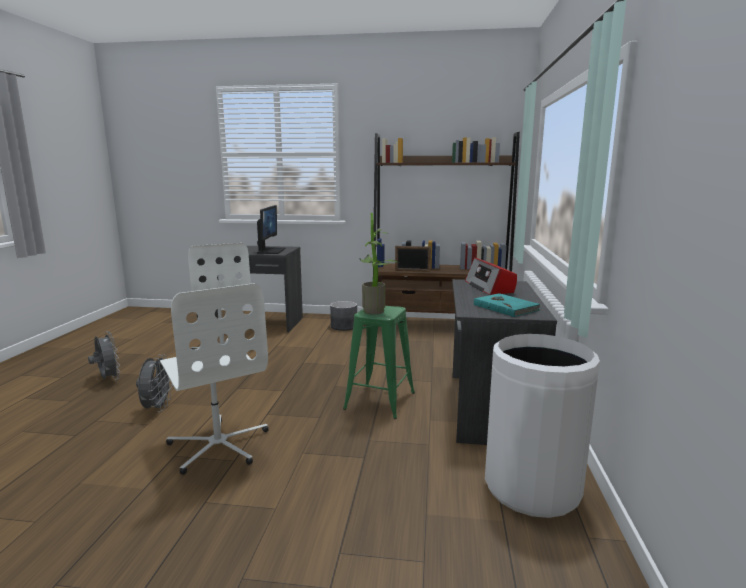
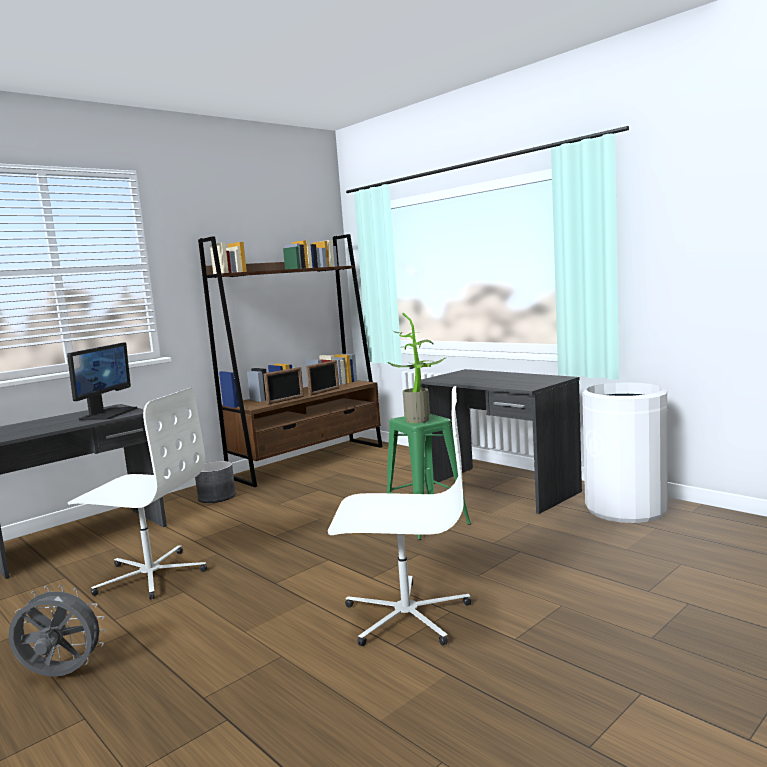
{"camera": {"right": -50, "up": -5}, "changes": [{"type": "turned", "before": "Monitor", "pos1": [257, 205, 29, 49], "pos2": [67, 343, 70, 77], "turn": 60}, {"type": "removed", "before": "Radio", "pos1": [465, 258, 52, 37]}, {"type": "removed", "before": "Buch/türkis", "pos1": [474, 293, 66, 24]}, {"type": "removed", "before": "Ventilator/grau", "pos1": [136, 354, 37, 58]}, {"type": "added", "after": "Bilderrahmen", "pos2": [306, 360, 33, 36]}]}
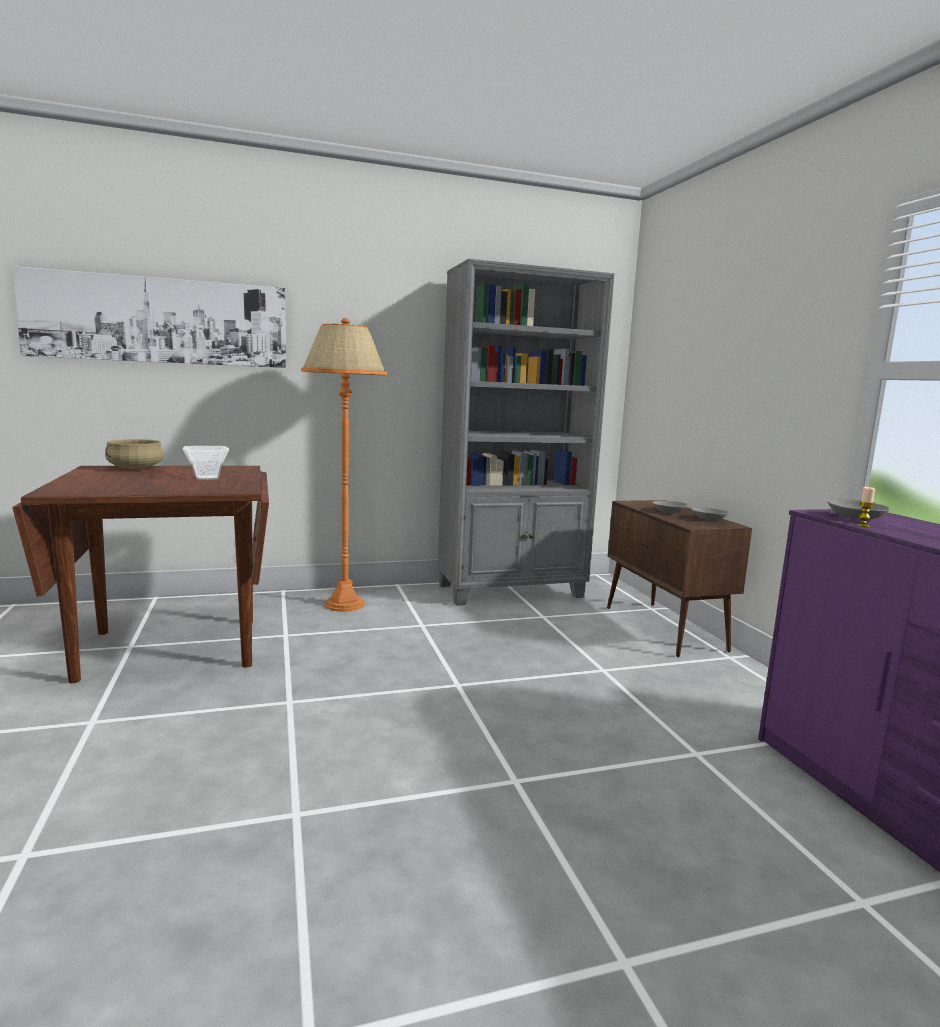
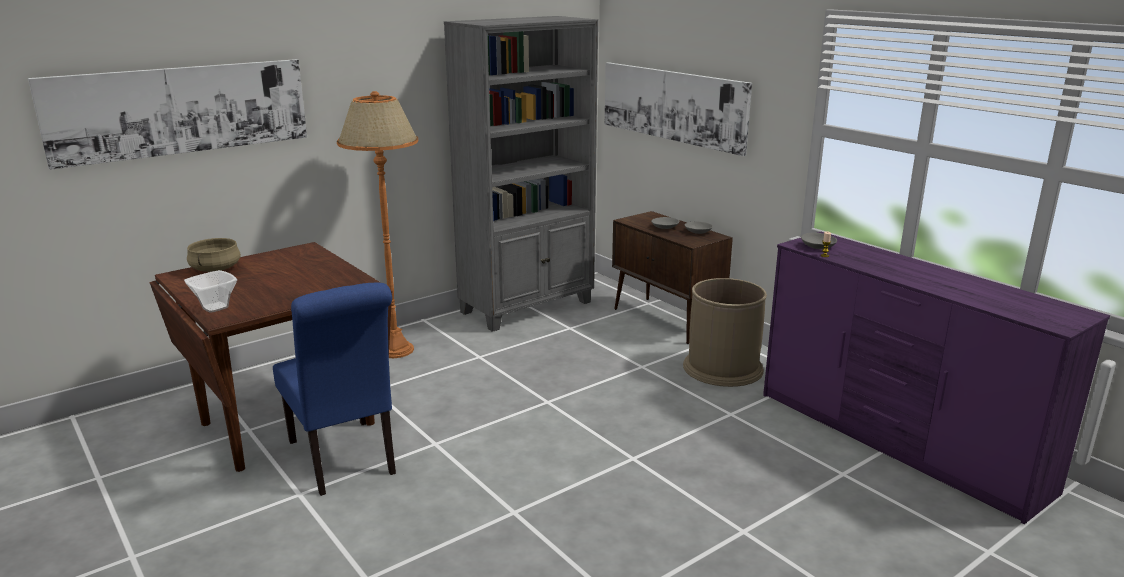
{"camera": {"right": -20, "up": 10}, "changes": [{"type": "moved", "before": "Schüssel", "pos1": [183, 446, 46, 34], "pos2": [184, 270, 53, 43]}, {"type": "added", "after": "Bild", "pos2": [605, 62, 147, 94]}, {"type": "added", "after": "Mülleimer/braun", "pos2": [683, 278, 84, 109]}, {"type": "added", "after": "Stuhl/blau", "pos2": [273, 283, 123, 213]}]}
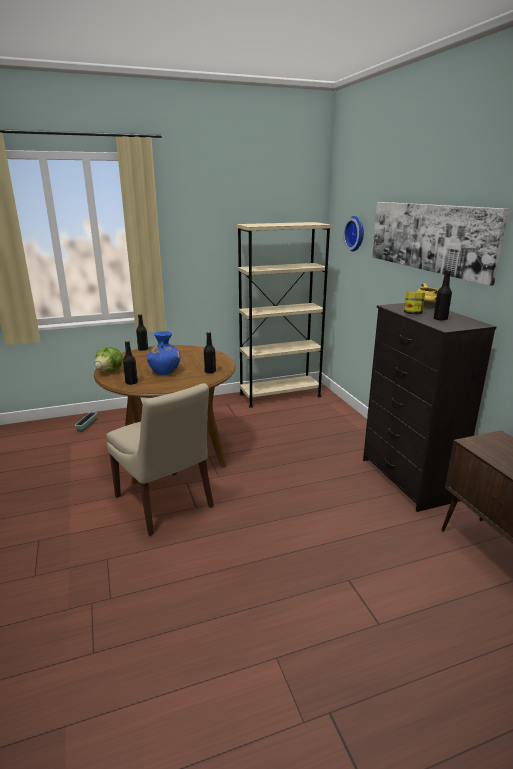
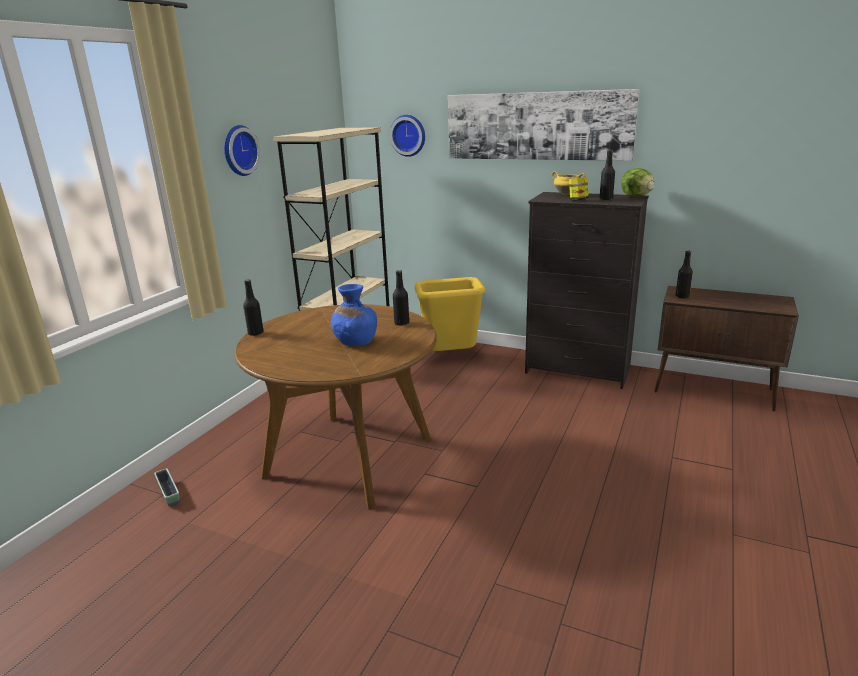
{"camera": {"right": -45, "up": 0}, "changes": [{"type": "moved", "before": "Flasche/schwarz", "pos1": [123, 341, 15, 44], "pos2": [676, 250, 17, 48]}, {"type": "moved", "before": "Salatkopf", "pos1": [95, 347, 28, 25], "pos2": [621, 168, 33, 29]}, {"type": "removed", "before": "Stuhl/beige", "pos1": [106, 383, 108, 153]}, {"type": "added", "after": "Wanduhr", "pos2": [224, 125, 36, 51]}, {"type": "added", "after": "Mülleimer/gelb", "pos2": [415, 277, 70, 74]}]}
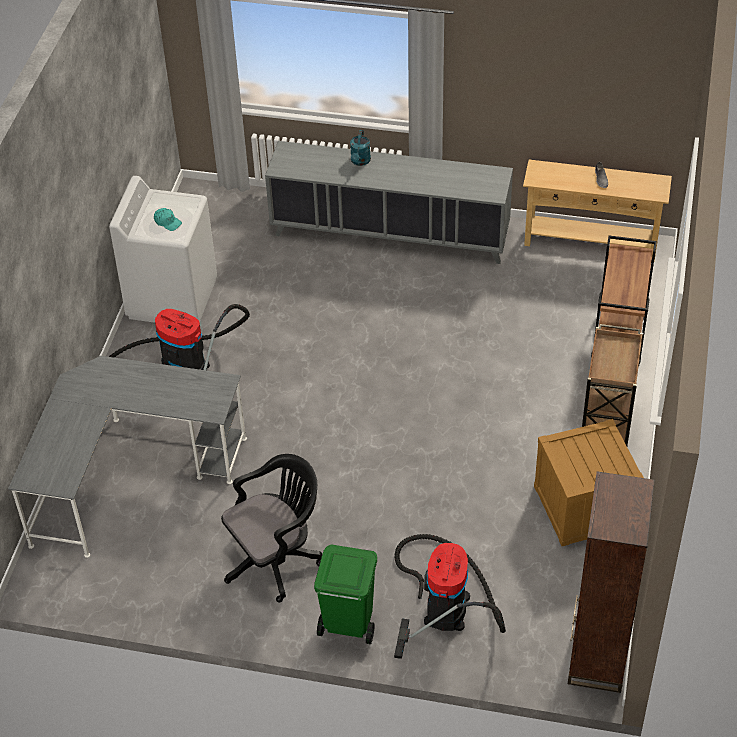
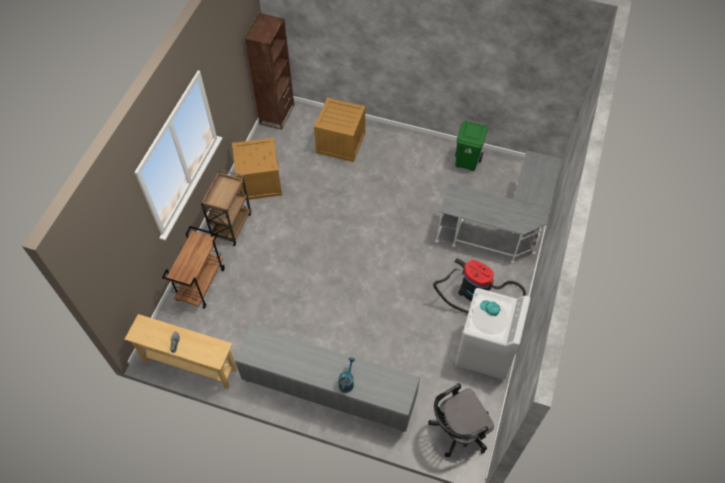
{"camera": {"right": -175, "up": 10}, "changes": [{"type": "moved", "before": "Bürostuhl/schwarz", "pos1": [221, 454, 101, 149], "pos2": [428, 383, 66, 74]}, {"type": "replaced", "before": "Staubsauger", "after": "Kiste", "pos1": [394, 534, 112, 125], "pos2": [314, 97, 52, 65]}, {"type": "moved", "before": "Mülleimer/grün", "pos1": [314, 545, 63, 99], "pos2": [455, 120, 33, 51]}]}
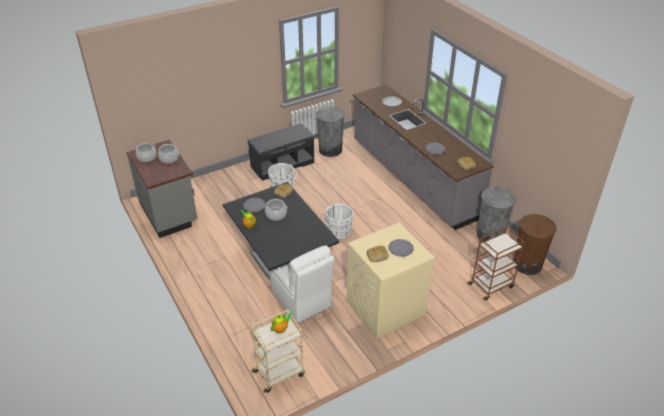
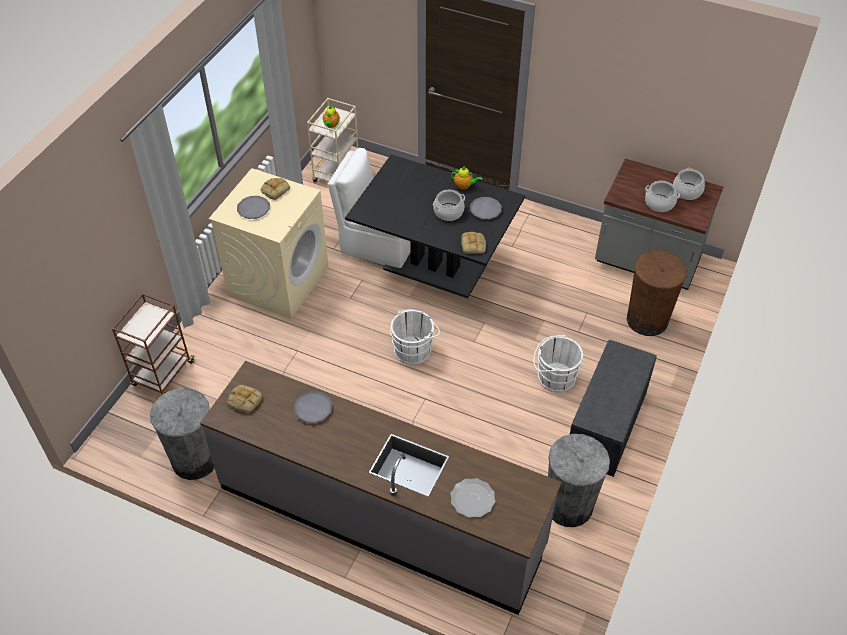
{"camera": {"right": 145, "up": 10}, "changes": [{"type": "moved", "before": "Mülleimer/braun", "pos1": [513, 214, 44, 61], "pos2": [627, 250, 60, 86]}]}
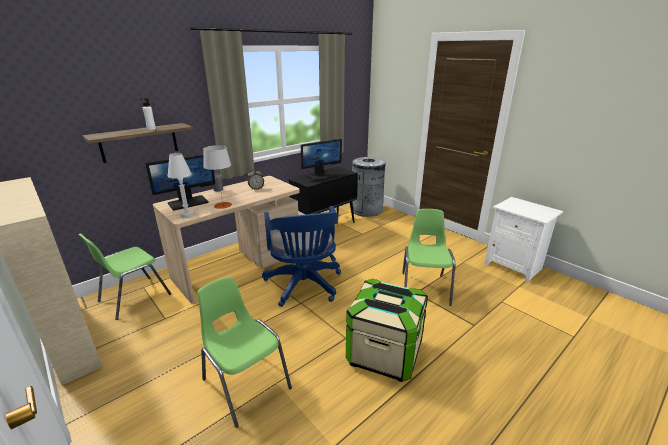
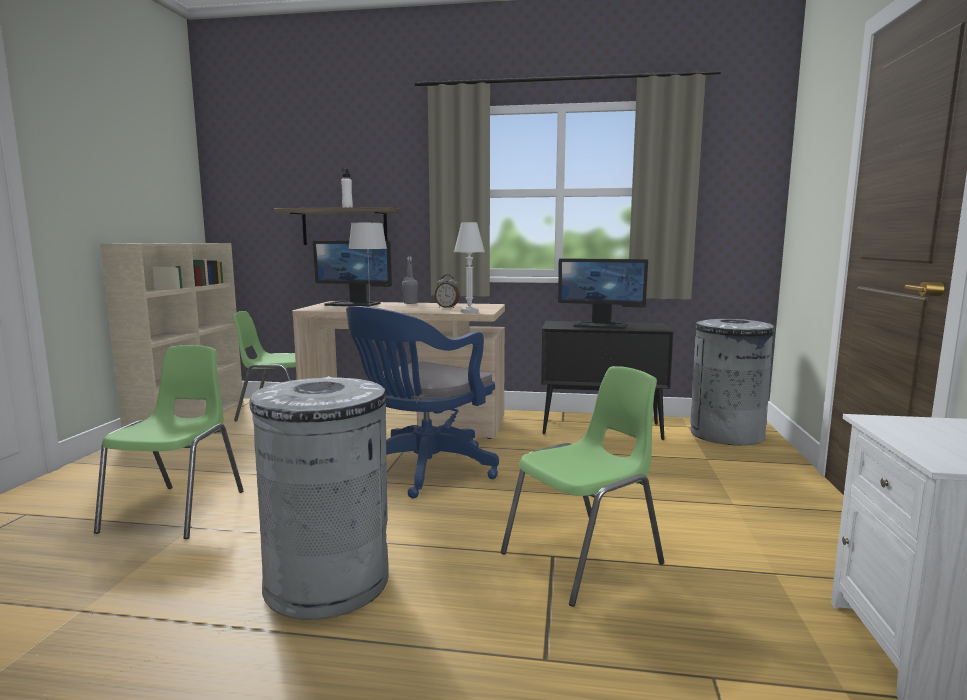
{"camera": {"right": 50, "up": -15}, "changes": [{"type": "moved", "before": "Tischlampe/weiß", "pos1": [167, 153, 27, 64], "pos2": [454, 222, 31, 91]}, {"type": "replaced", "before": "Aufbewahrungsbox", "after": "Mülleimer/grau", "pos1": [346, 279, 82, 103], "pos2": [249, 376, 140, 244]}]}
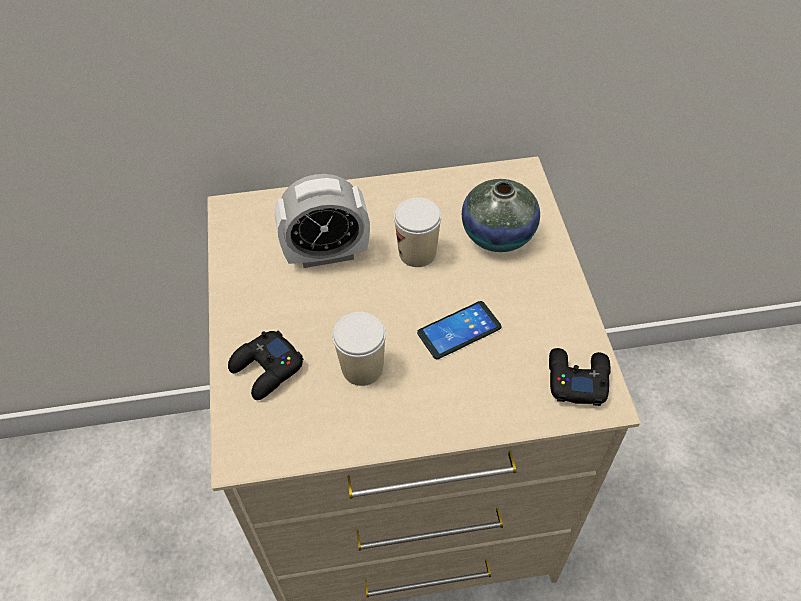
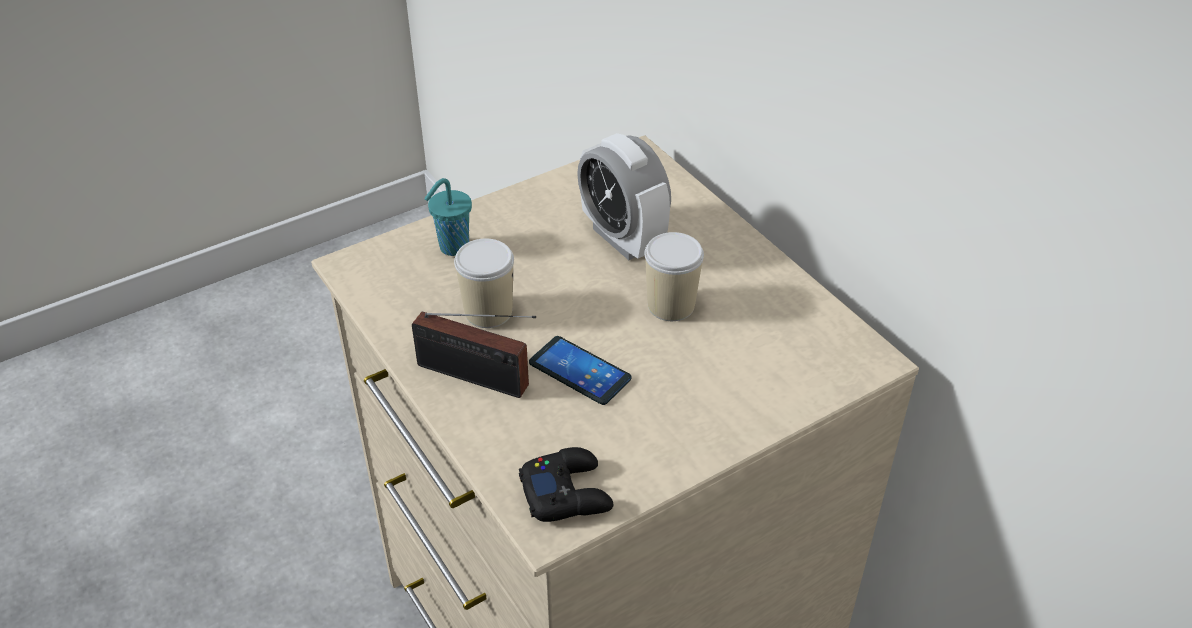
{"camera": {"right": 65, "up": -10}, "changes": [{"type": "removed", "before": "Vase", "pos1": [462, 179, 78, 73]}, {"type": "replaced", "before": "Gamepad/schwarz", "after": "Tasse/türkis", "pos1": [228, 330, 75, 70], "pos2": [424, 178, 48, 78]}, {"type": "added", "after": "Radio", "pos2": [412, 312, 124, 86]}]}
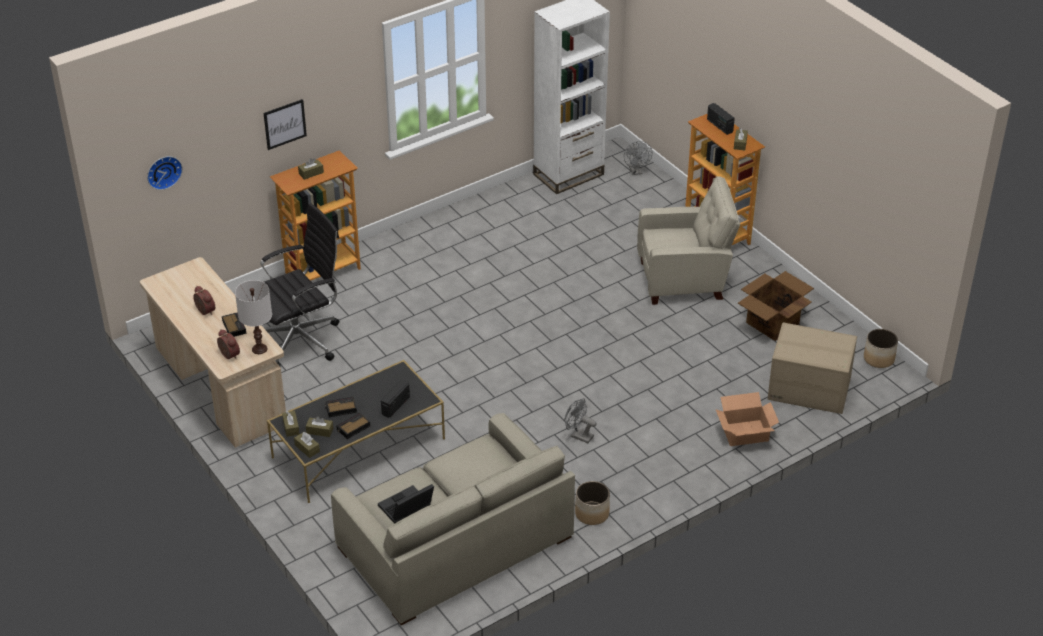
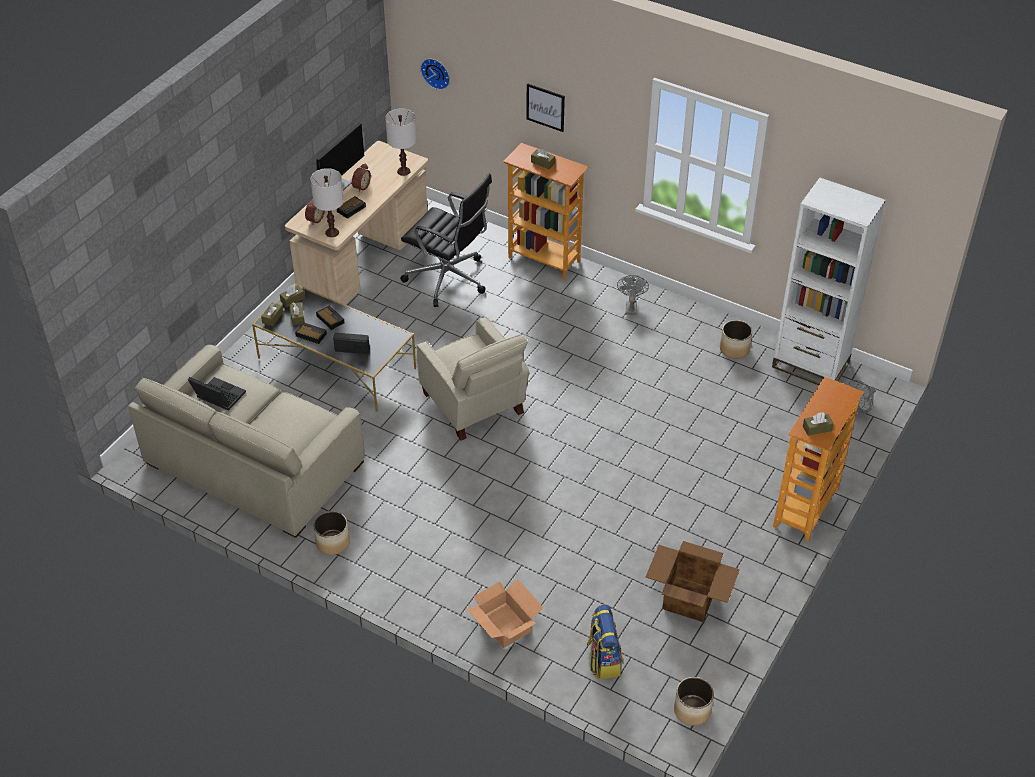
{"camera": {"right": 65, "up": 5}, "changes": [{"type": "removed", "before": "Radio", "pos1": [707, 103, 28, 32]}, {"type": "moved", "before": "Sessel/beige", "pos1": [637, 176, 103, 129], "pos2": [416, 316, 113, 124]}, {"type": "replaced", "before": "Karton", "after": "Rucksack", "pos1": [768, 322, 89, 92], "pos2": [585, 605, 38, 74]}, {"type": "moved", "before": "Ventilator/grau", "pos1": [564, 399, 32, 44], "pos2": [617, 275, 32, 40]}, {"type": "added", "after": "Tischlampe/weiß", "pos2": [385, 109, 31, 67]}, {"type": "added", "after": "Monitor", "pos2": [316, 123, 48, 68]}, {"type": "added", "after": "Pflanzkübel", "pos2": [720, 320, 32, 38]}]}
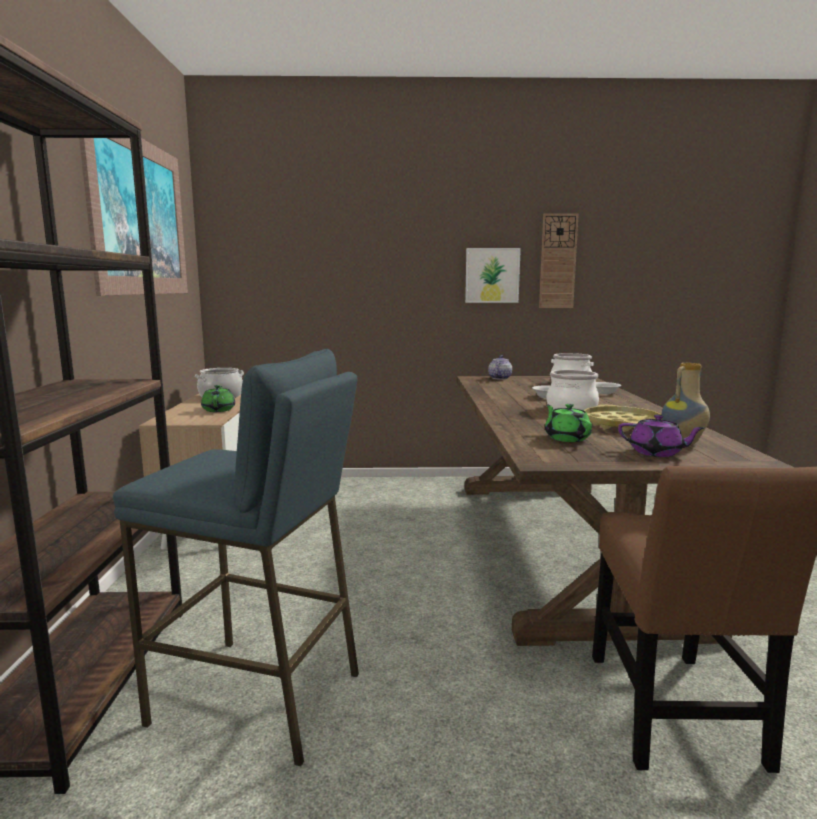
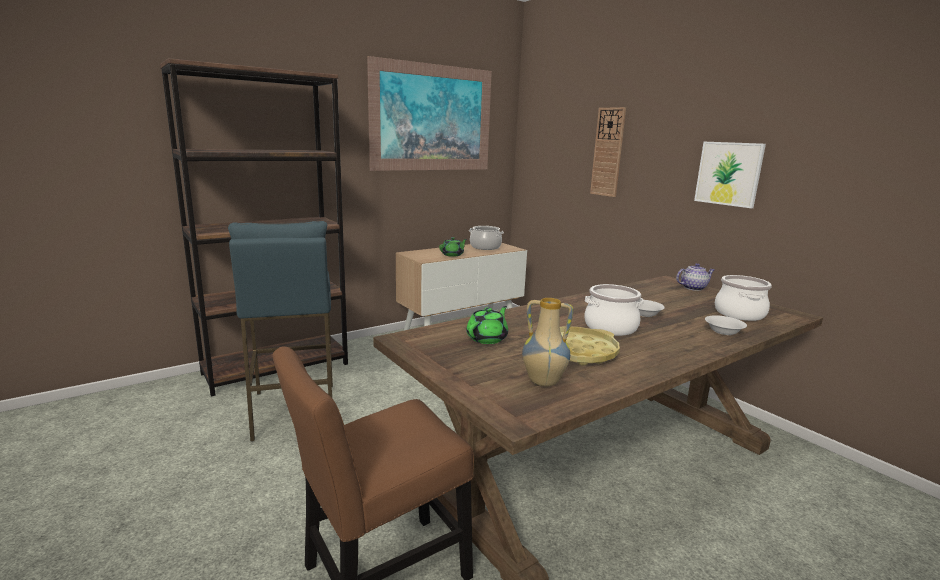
{"camera": {"right": 55, "up": 5}, "changes": [{"type": "moved", "before": "Wanduhr", "pos1": [539, 213, 40, 95], "pos2": [590, 107, 36, 90]}, {"type": "removed", "before": "Teekanne/lila", "pos1": [618, 415, 87, 42]}]}
